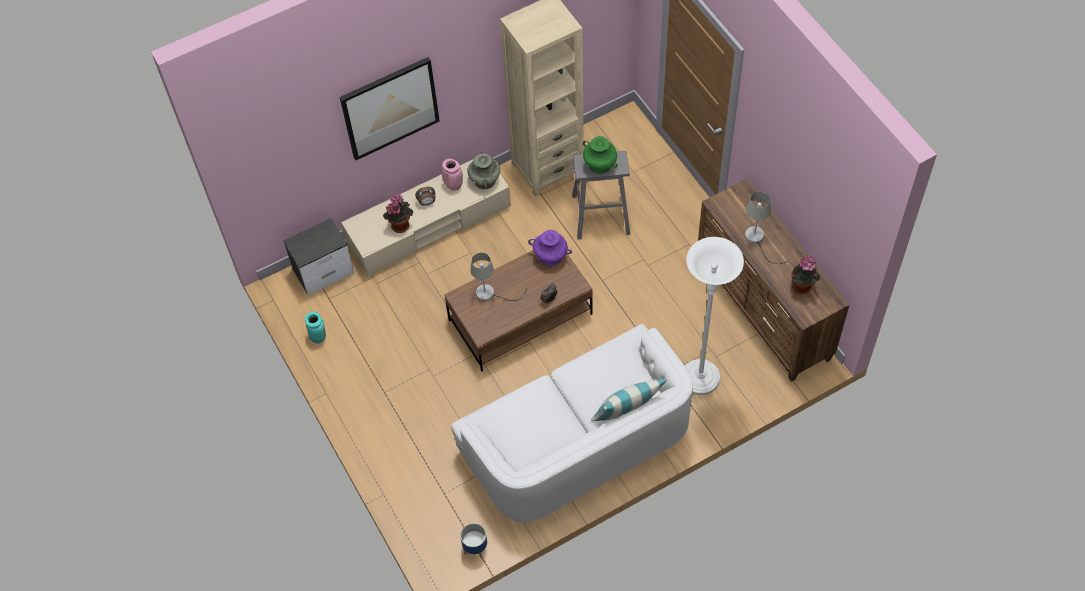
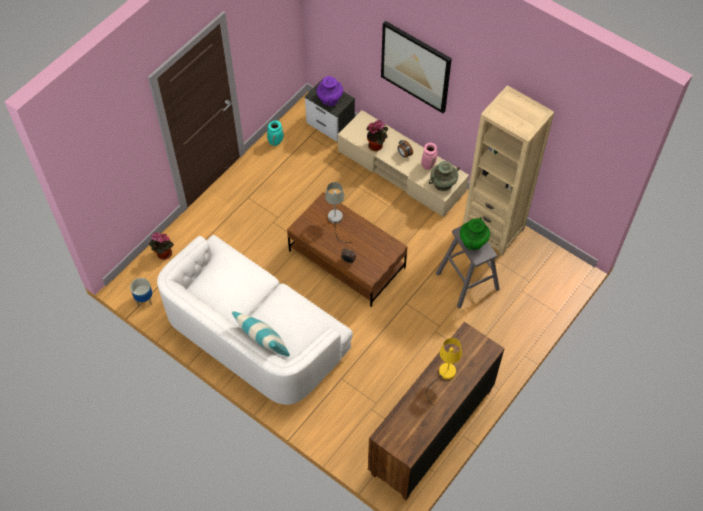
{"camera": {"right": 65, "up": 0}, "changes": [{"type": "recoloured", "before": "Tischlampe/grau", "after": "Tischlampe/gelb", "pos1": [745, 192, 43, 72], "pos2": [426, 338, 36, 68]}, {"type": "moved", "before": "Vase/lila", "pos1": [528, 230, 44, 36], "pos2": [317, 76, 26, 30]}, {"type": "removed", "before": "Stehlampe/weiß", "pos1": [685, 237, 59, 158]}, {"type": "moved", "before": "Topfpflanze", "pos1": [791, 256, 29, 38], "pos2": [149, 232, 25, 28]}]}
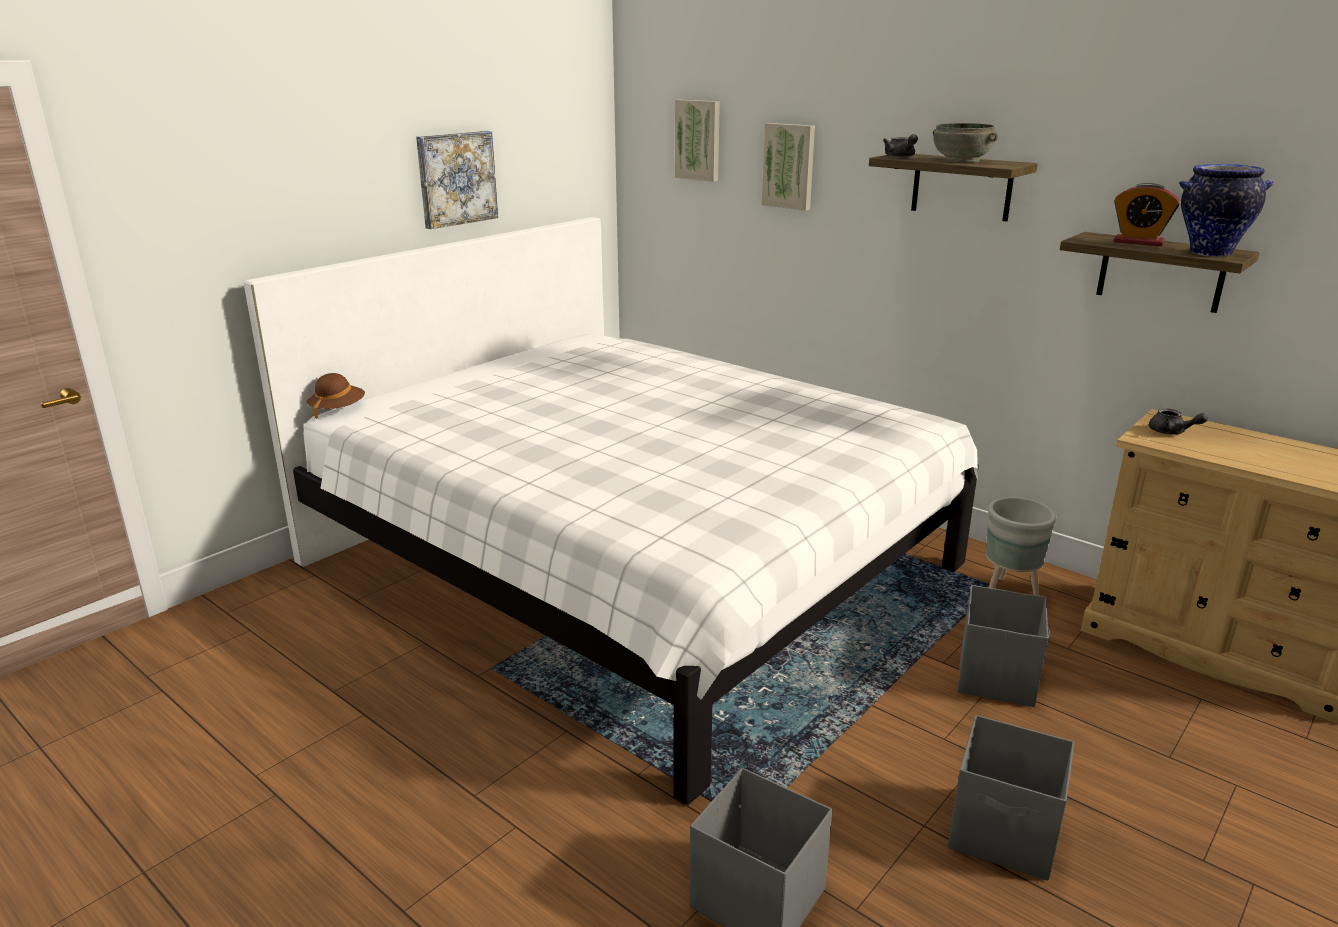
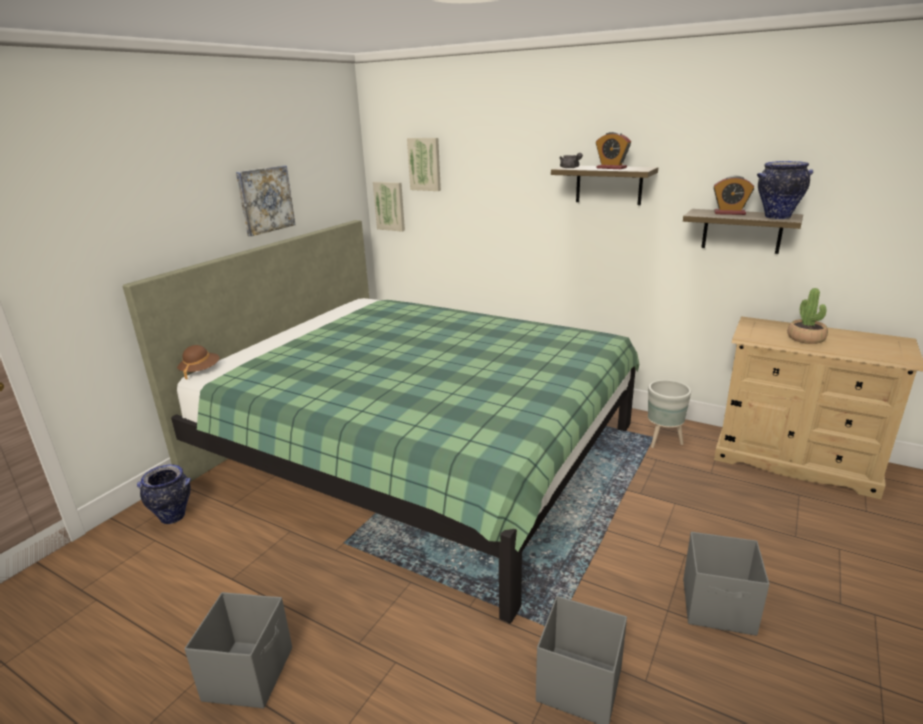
{"camera": {"right": -10, "up": 0}, "changes": [{"type": "moved", "before": "Bild", "pos1": [762, 123, 53, 88], "pos2": [373, 182, 32, 50]}, {"type": "replaced", "before": "Schüssel/grau", "after": "Wecker", "pos1": [933, 123, 65, 40], "pos2": [596, 132, 35, 37]}, {"type": "recoloured", "before": "Bett/weiß", "after": "Bett/grün", "pos1": [243, 217, 736, 588], "pos2": [123, 220, 516, 404]}, {"type": "removed", "before": "Teekanne/grau", "pos1": [1149, 408, 59, 27]}, {"type": "moved", "before": "Aufbewahrungsbox/grau", "pos1": [958, 585, 92, 122], "pos2": [184, 592, 108, 117]}, {"type": "added", "after": "Topfpflanze", "pos2": [787, 288, 41, 56]}, {"type": "added", "after": "Vase", "pos2": [137, 464, 54, 60]}]}
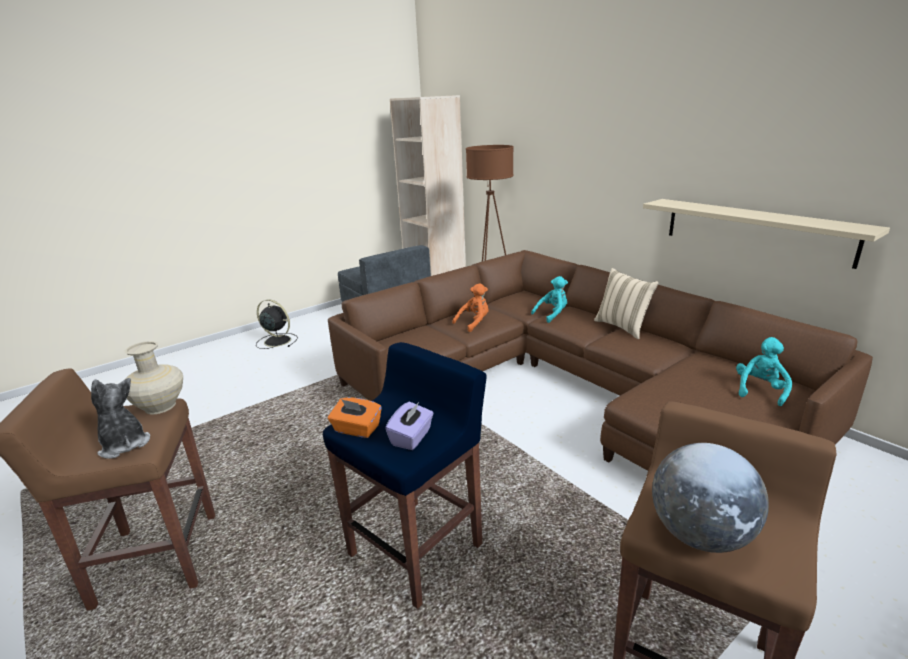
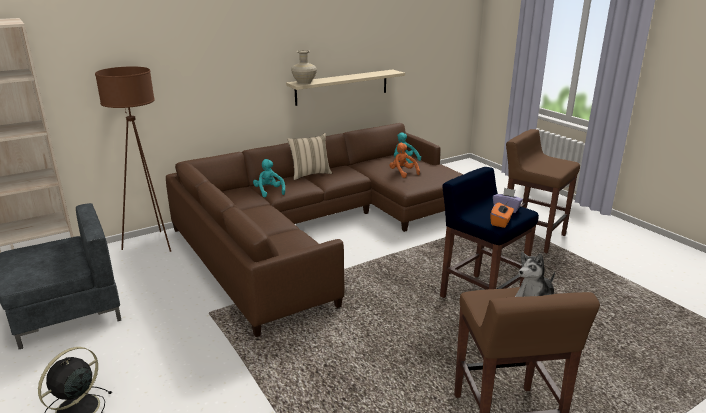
{"camera": {"right": -85, "up": 0}, "changes": [{"type": "moved", "before": "Plüschtier/orange", "pos1": [452, 283, 37, 49], "pos2": [389, 143, 31, 35]}, {"type": "moved", "before": "Vase/beige", "pos1": [124, 341, 59, 73], "pos2": [291, 50, 26, 34]}, {"type": "removed", "before": "Globus", "pos1": [652, 443, 117, 110]}]}
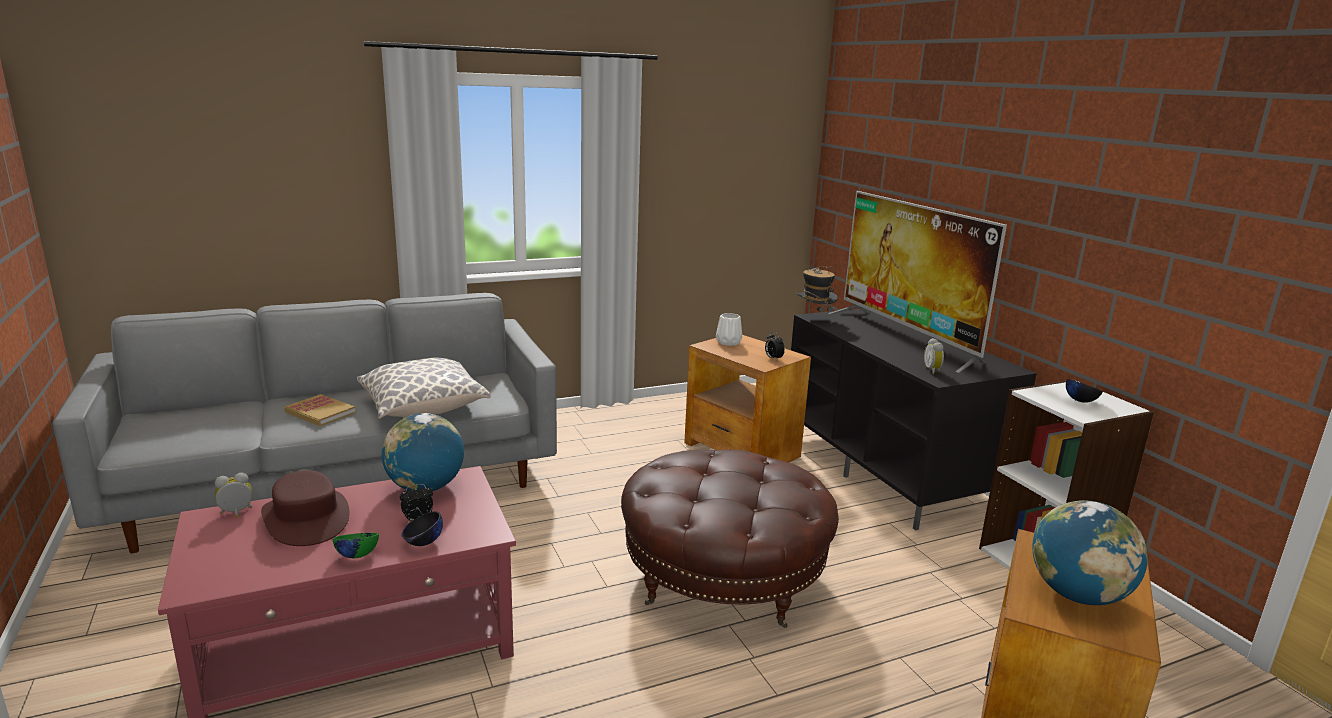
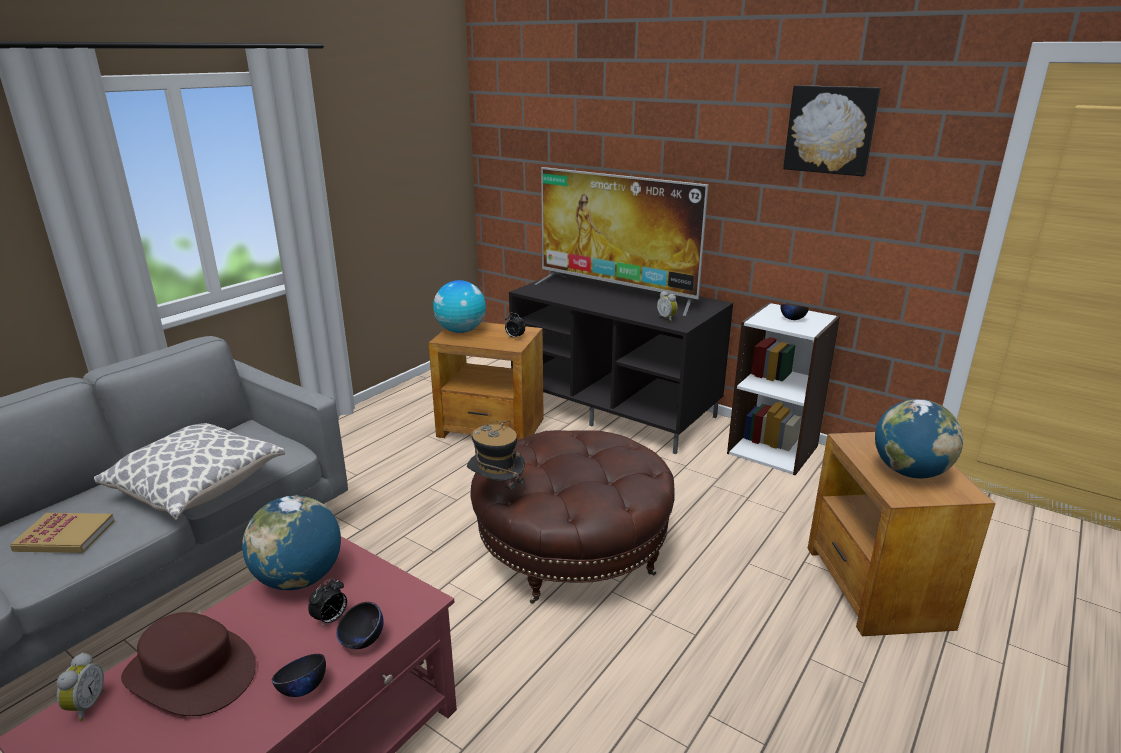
{"camera": {"right": -30, "up": 5}, "changes": [{"type": "moved", "before": "Hut", "pos1": [796, 266, 42, 55], "pos2": [467, 420, 58, 76]}, {"type": "replaced", "before": "Vase/weiß", "after": "Globus", "pos1": [716, 313, 26, 33], "pos2": [433, 280, 53, 53]}, {"type": "turned", "before": "Wecker", "pos1": [215, 473, 38, 44], "pos2": [57, 653, 47, 69], "turn": 150}, {"type": "recoloured", "before": "Schüssel/grün", "after": "Schüssel/schwarz", "pos1": [332, 533, 47, 25], "pos2": [272, 654, 54, 43]}, {"type": "added", "after": "Bild", "pos2": [783, 85, 97, 92]}]}
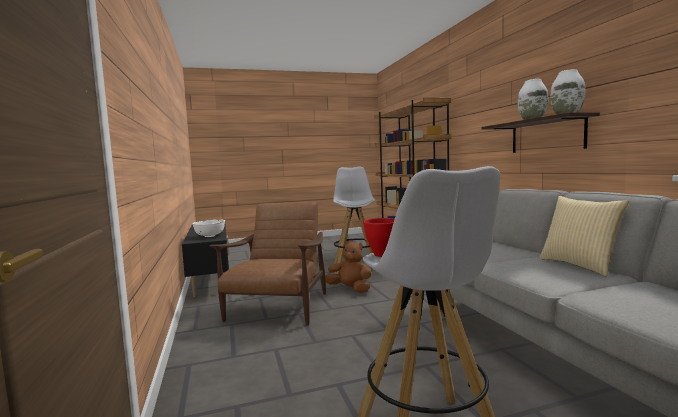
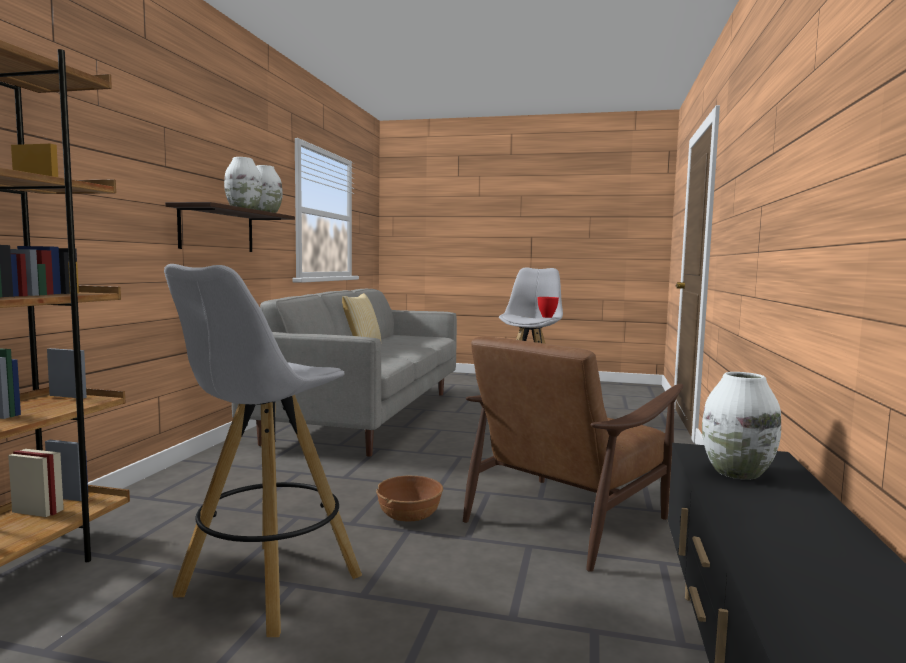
{"camera": {"right": -150, "up": 0}, "changes": [{"type": "replaced", "before": "Schüssel/weiß", "after": "Vase/weiß", "pos1": [192, 220, 33, 17], "pos2": [702, 372, 79, 108]}, {"type": "replaced", "before": "Plüschtier/braun", "after": "Schüssel/braun", "pos1": [325, 241, 47, 52], "pos2": [376, 476, 67, 46]}]}
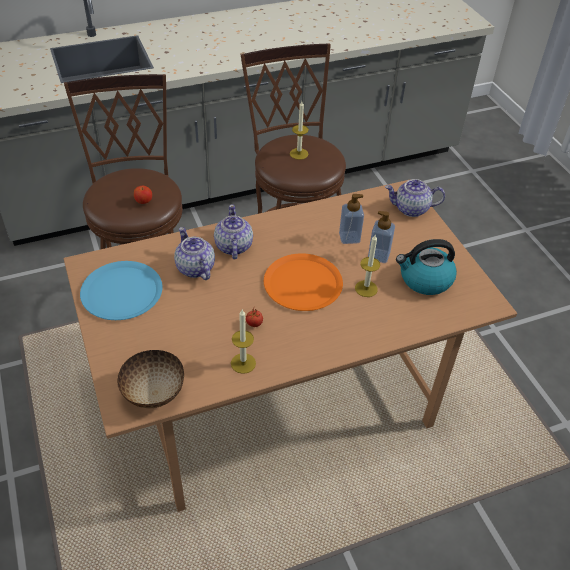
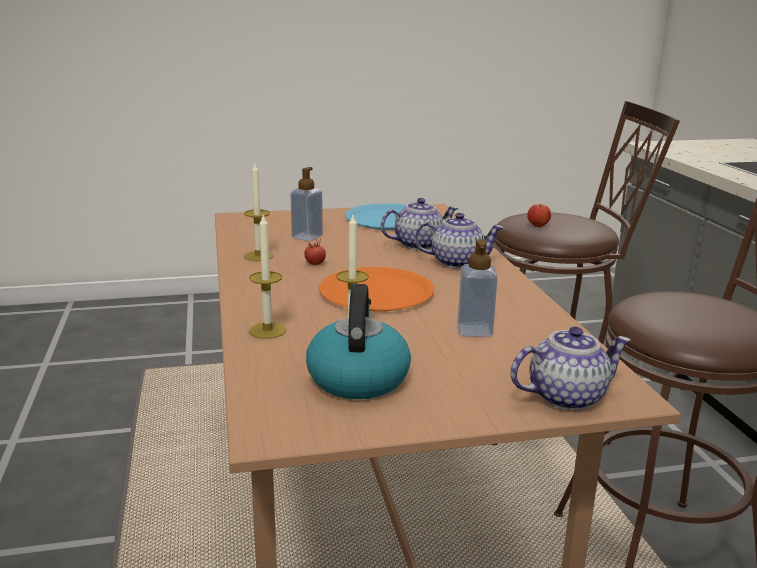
{"camera": {"right": 100, "up": -25}, "changes": [{"type": "moved", "before": "Kerze", "pos1": [290, 101, 19, 59], "pos2": [249, 215, 38, 124]}, {"type": "turned", "before": "Teekanne", "pos1": [385, 179, 60, 38], "pos2": [511, 326, 120, 84], "turn": 60}, {"type": "moved", "before": "Seifenspender", "pos1": [368, 211, 27, 52], "pos2": [291, 167, 32, 74]}, {"type": "removed", "before": "Schüssel", "pos1": [117, 350, 67, 58]}]}
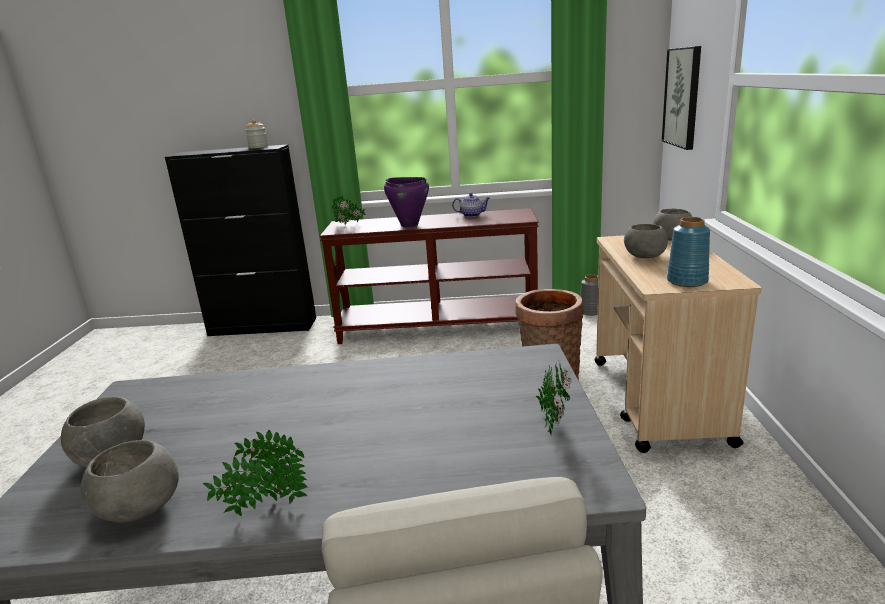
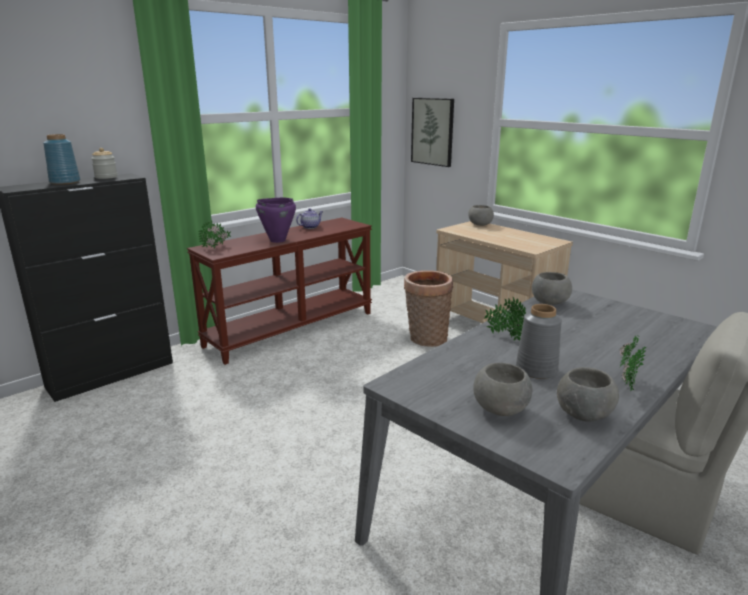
{"camera": {"right": -45, "up": 0}, "changes": [{"type": "moved", "before": "Vase/blau", "pos1": [667, 217, 43, 70], "pos2": [43, 134, 38, 51]}, {"type": "moved", "before": "Schüssel/grau", "pos1": [624, 224, 44, 34], "pos2": [532, 272, 40, 33]}, {"type": "moved", "before": "Vase/grau", "pos1": [580, 274, 18, 42], "pos2": [516, 304, 46, 75]}, {"type": "moved", "before": "Topfpflanze", "pos1": [536, 359, 36, 75], "pos2": [484, 297, 42, 44]}]}
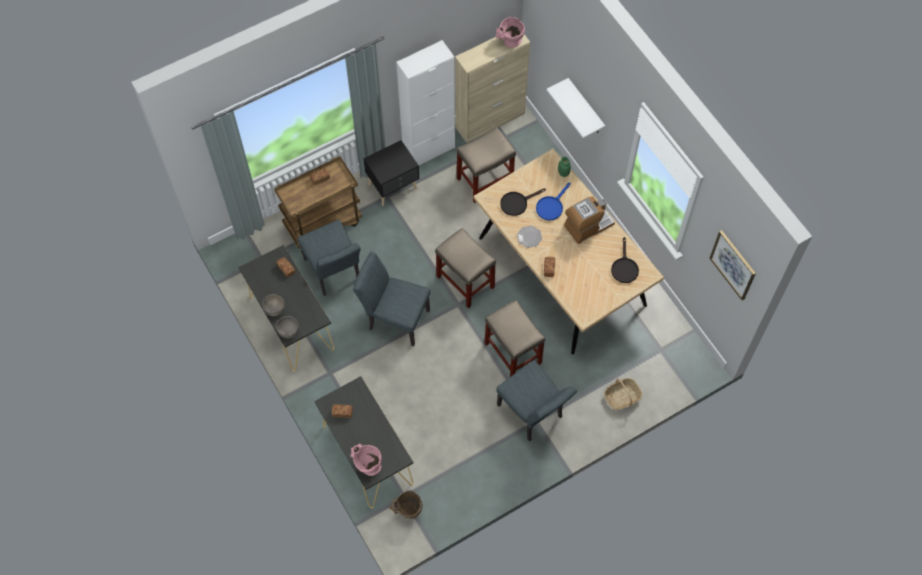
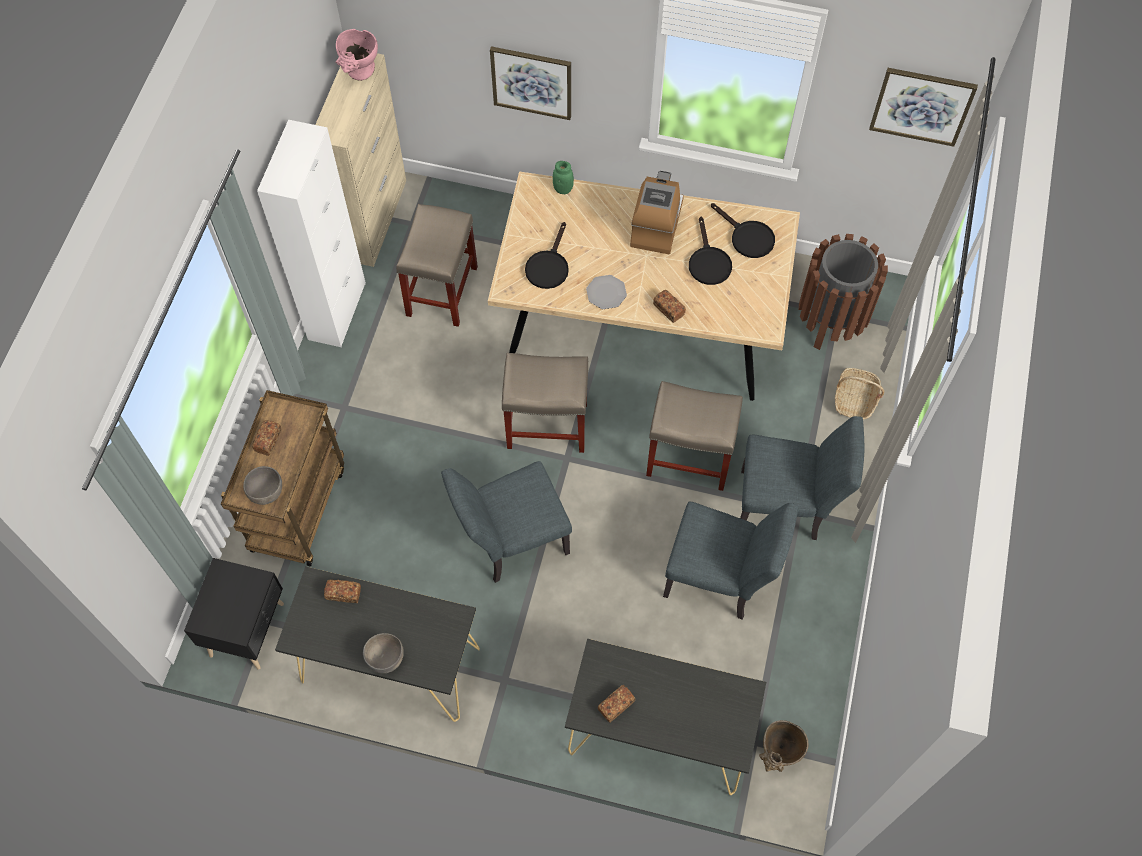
{"camera": {"right": -45, "up": 0}, "changes": [{"type": "replaced", "before": "Wandregal/weiß", "after": "Bild", "pos1": [547, 78, 58, 60], "pos2": [490, 46, 81, 74]}, {"type": "moved", "before": "Nachttisch/schwarz", "pos1": [363, 140, 56, 66], "pos2": [184, 558, 100, 112]}, {"type": "removed", "before": "Pfanne/blau", "pos1": [536, 183, 35, 37]}, {"type": "moved", "before": "Stuhl/grau", "pos1": [298, 220, 63, 76], "pos2": [663, 502, 135, 118]}, {"type": "moved", "before": "Schüssel/grau", "pos1": [276, 316, 23, 22], "pos2": [243, 466, 39, 39]}, {"type": "removed", "before": "Vase/rosa", "pos1": [350, 444, 32, 32]}, {"type": "added", "after": "Pfanne/schwarz", "pos2": [689, 217, 43, 68]}, {"type": "added", "after": "Mülleimer/braun", "pos2": [799, 234, 89, 116]}]}
